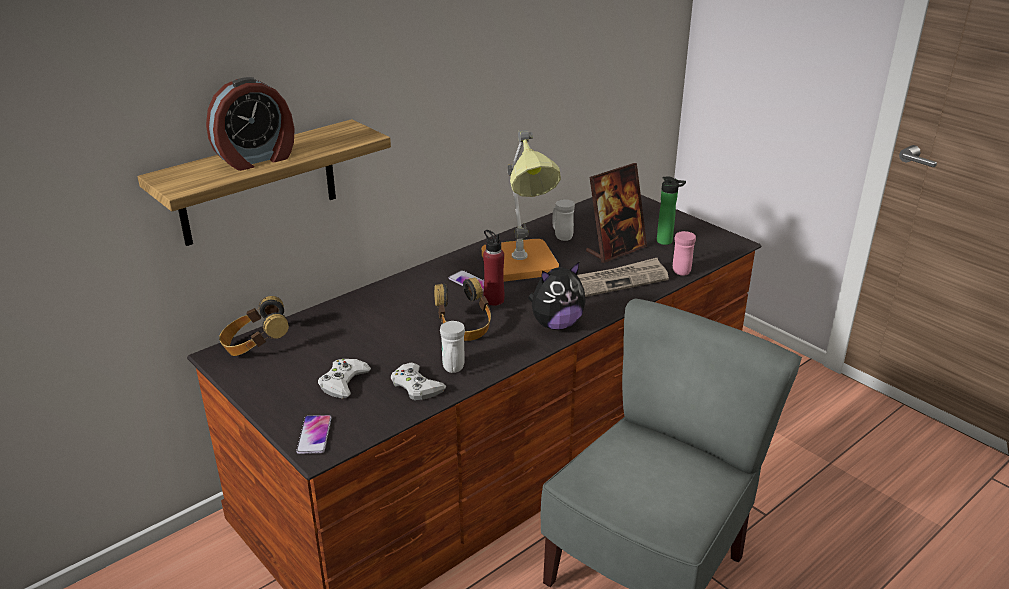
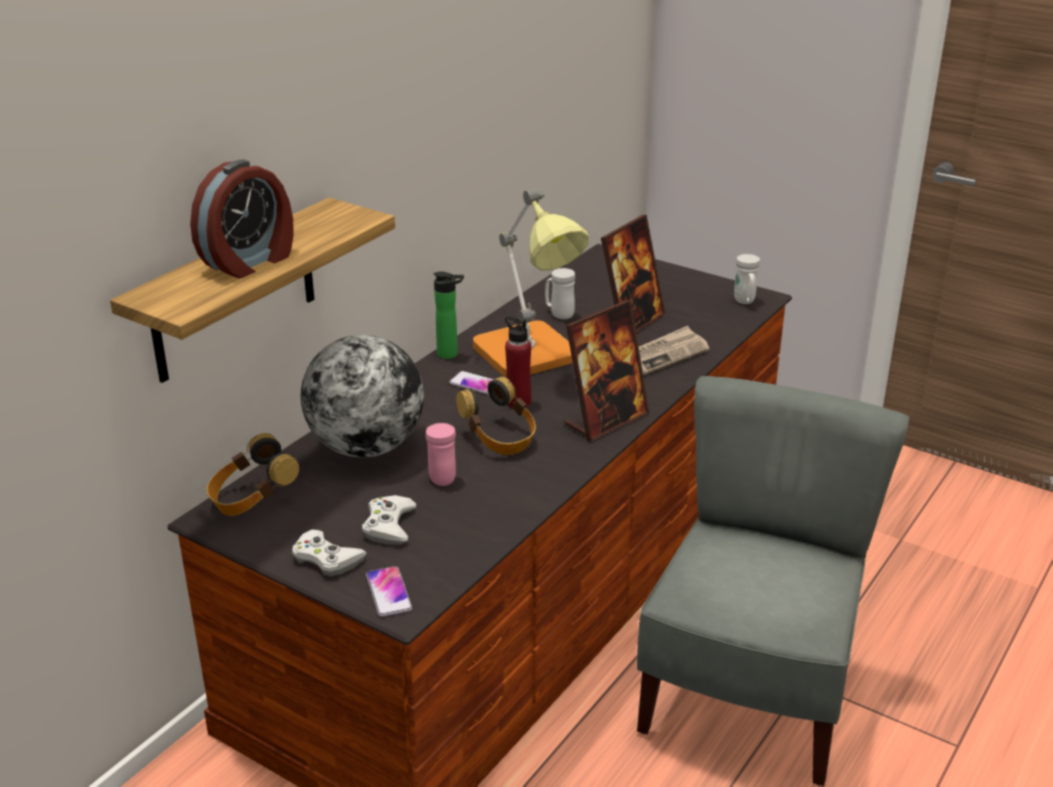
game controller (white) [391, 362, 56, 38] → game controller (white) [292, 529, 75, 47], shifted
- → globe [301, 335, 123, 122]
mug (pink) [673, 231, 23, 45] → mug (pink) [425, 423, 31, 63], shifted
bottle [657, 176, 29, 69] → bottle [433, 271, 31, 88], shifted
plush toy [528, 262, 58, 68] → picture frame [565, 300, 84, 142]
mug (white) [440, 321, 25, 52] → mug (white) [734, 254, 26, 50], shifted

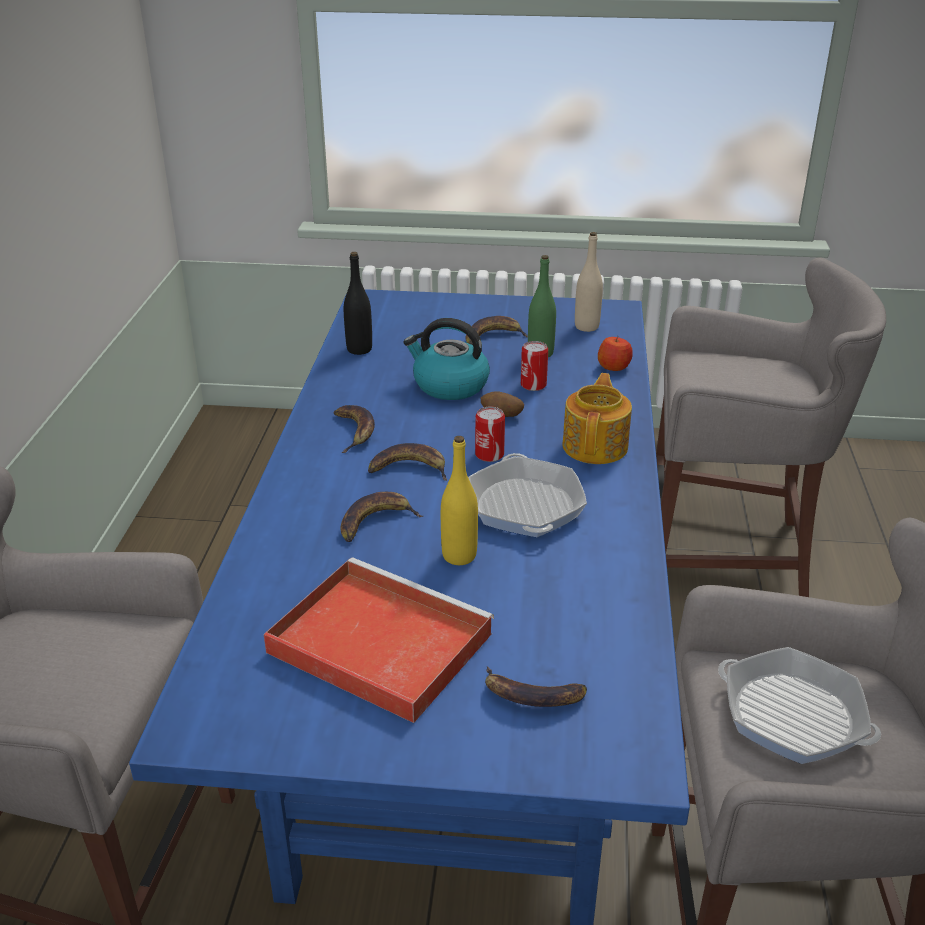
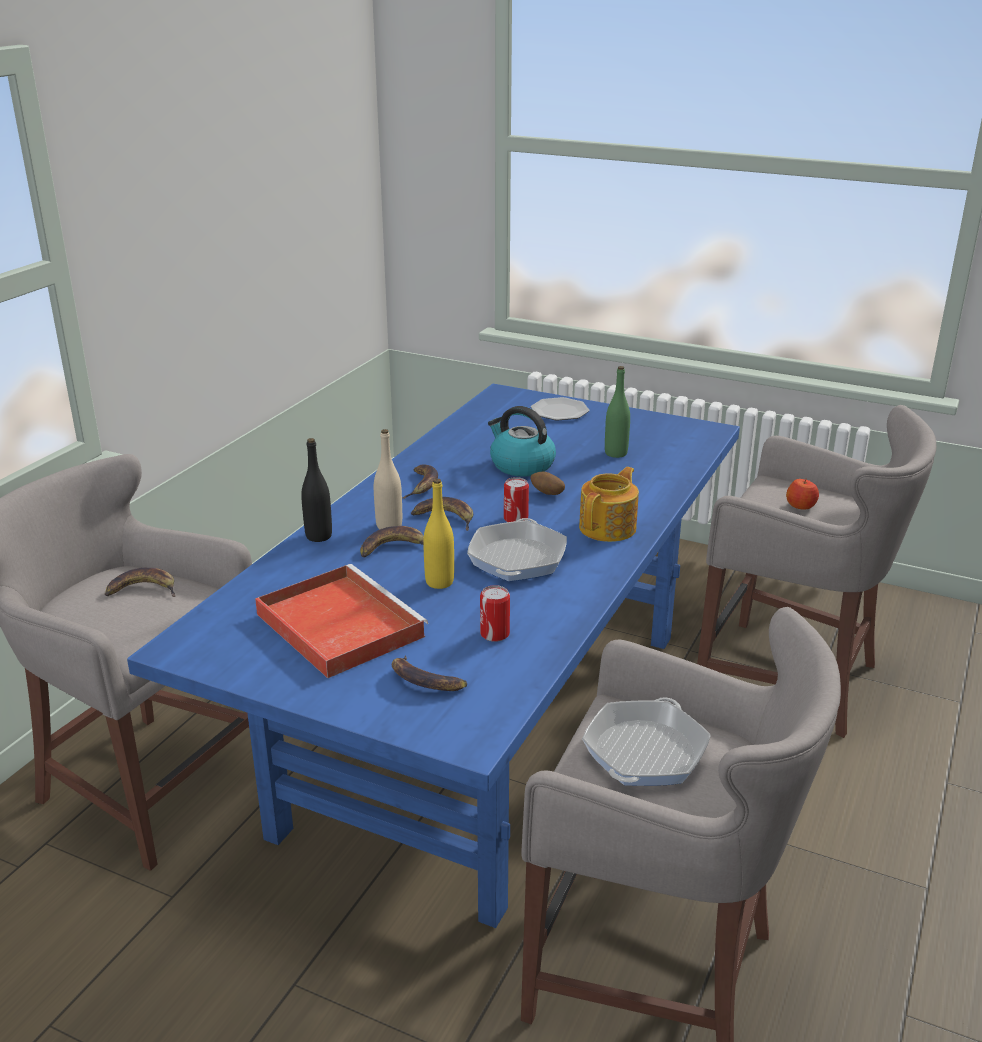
banana [466, 316, 62, 29] → banana [105, 568, 70, 29], shifted
bottle (black) [344, 252, 28, 103] → bottle (black) [301, 438, 31, 104], shifted
bottle (beige) [575, 232, 28, 100] → bottle (beige) [374, 429, 28, 100], shifted
can [521, 341, 27, 50] → can [480, 585, 30, 57], shifted
- → plate [531, 397, 58, 24]
frying pan [718, 647, 163, 117] → frying pan [582, 697, 129, 89], 120 degrees counterclockwise
apple [598, 336, 35, 35] → apple [786, 479, 33, 31], shifted

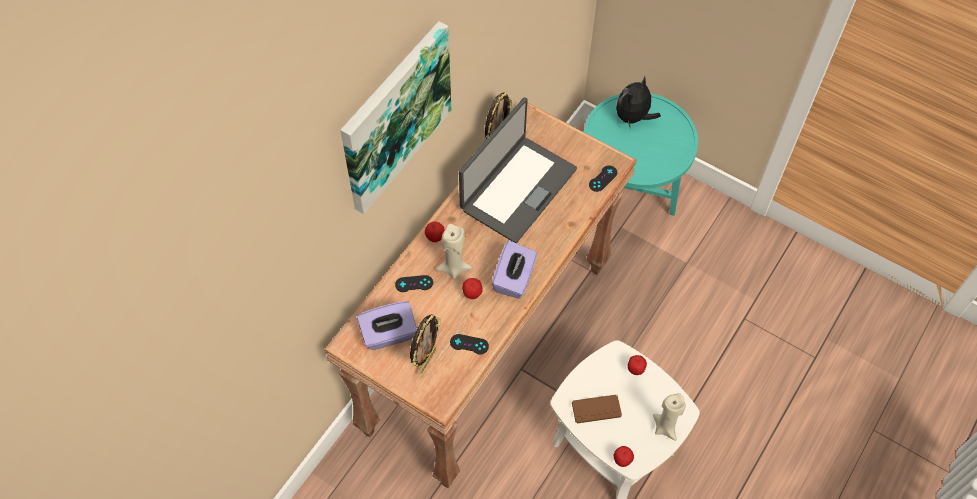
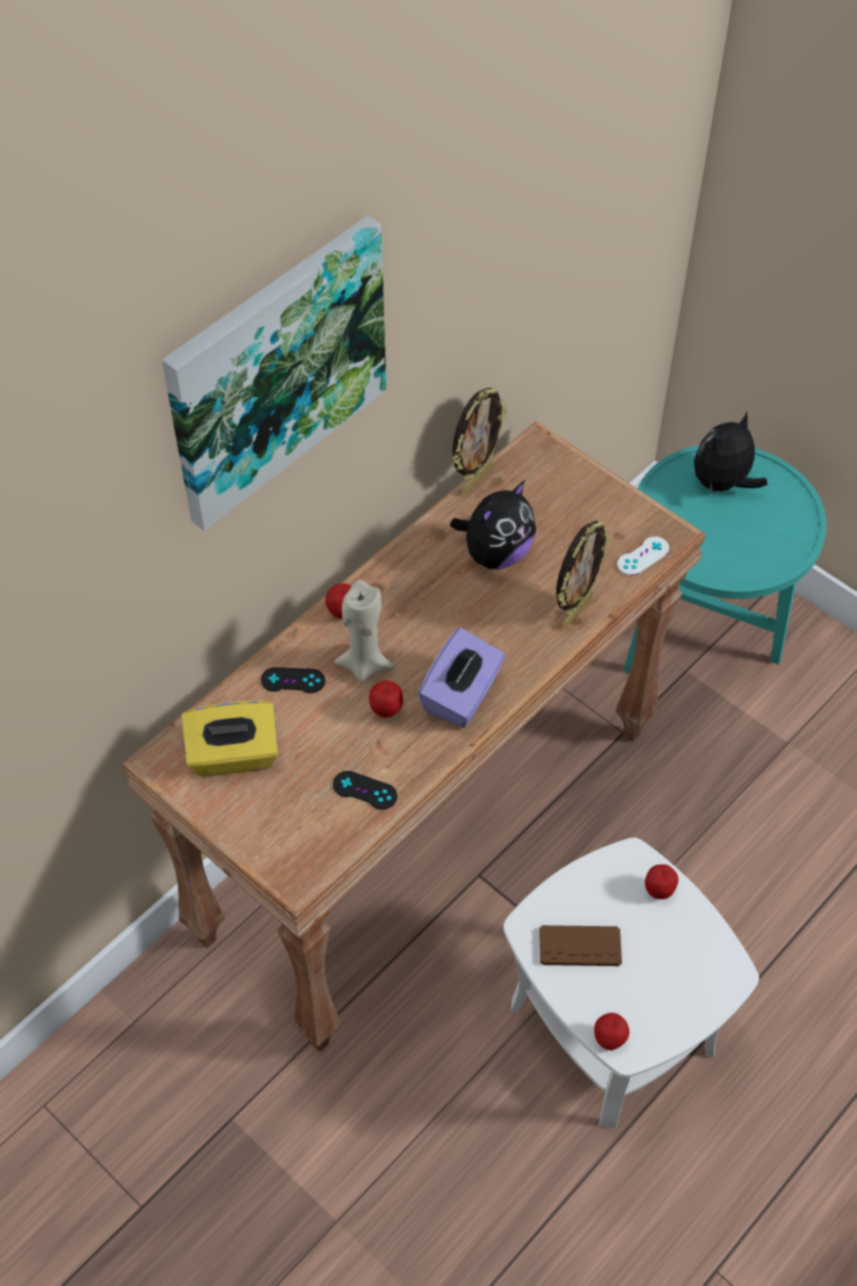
tissue box (purple) [357, 301, 60, 49] → tissue box (yellow) [181, 701, 98, 75]
laptop [459, 97, 118, 146] → plush toy [450, 480, 86, 90]
picture frame [410, 314, 31, 61] → picture frame [556, 520, 54, 108], shifted
game controller (black) [589, 166, 28, 26] → game controller (white) [617, 536, 52, 40]
candle (beige) [653, 393, 33, 48] → -

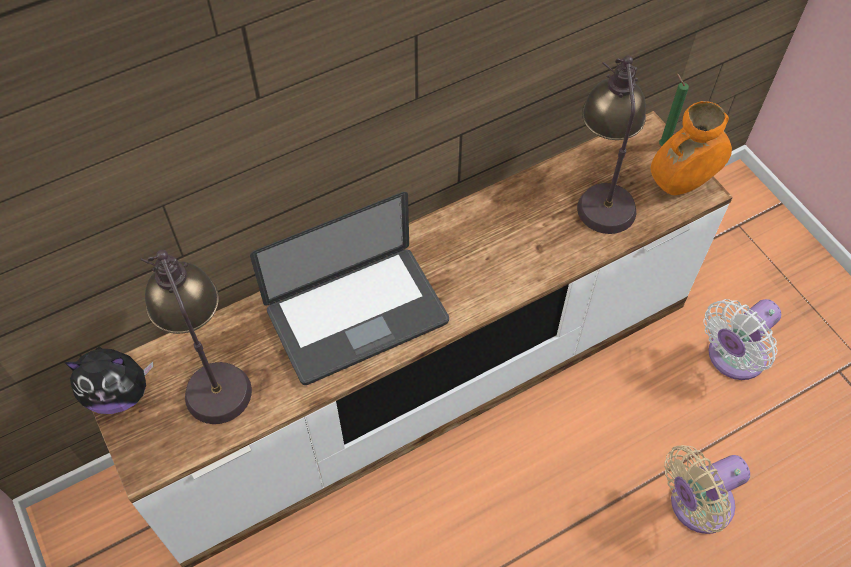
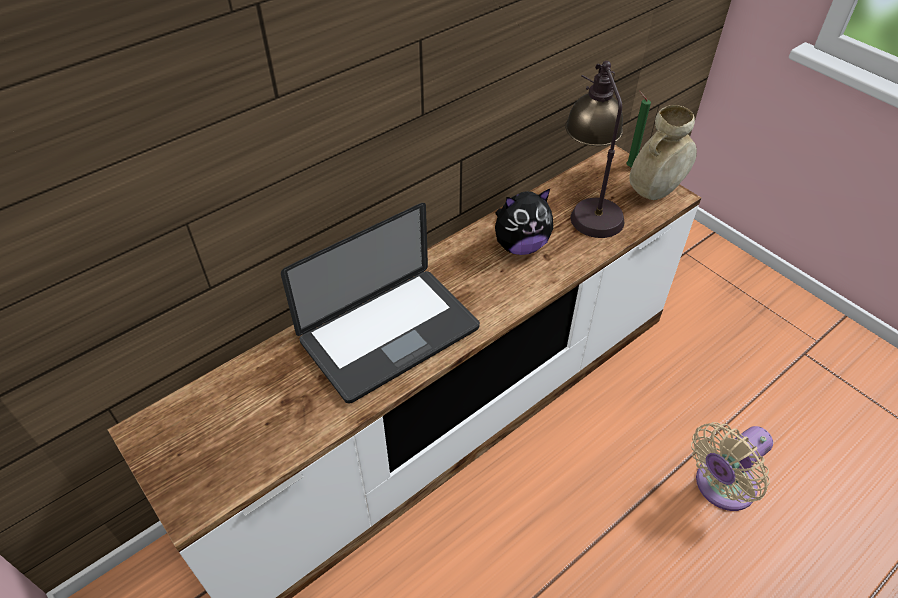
plush toy [65, 346, 88, 68] → plush toy [495, 189, 58, 66], shifted
vase (orange) [651, 101, 81, 94] → vase (beige) [629, 105, 68, 95]
table lamp [141, 250, 111, 174] → -
fan (white) [703, 299, 78, 81] → -

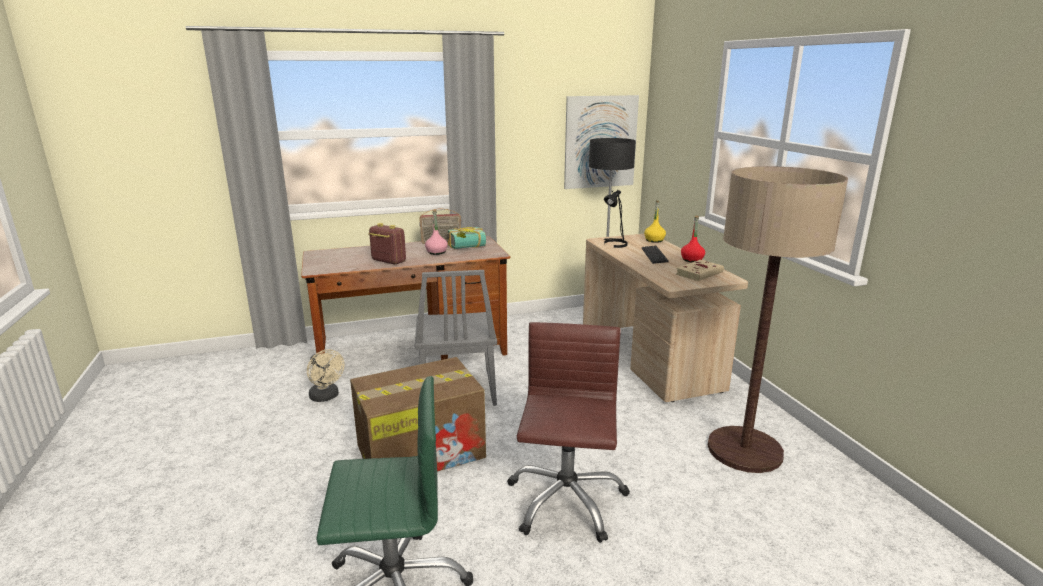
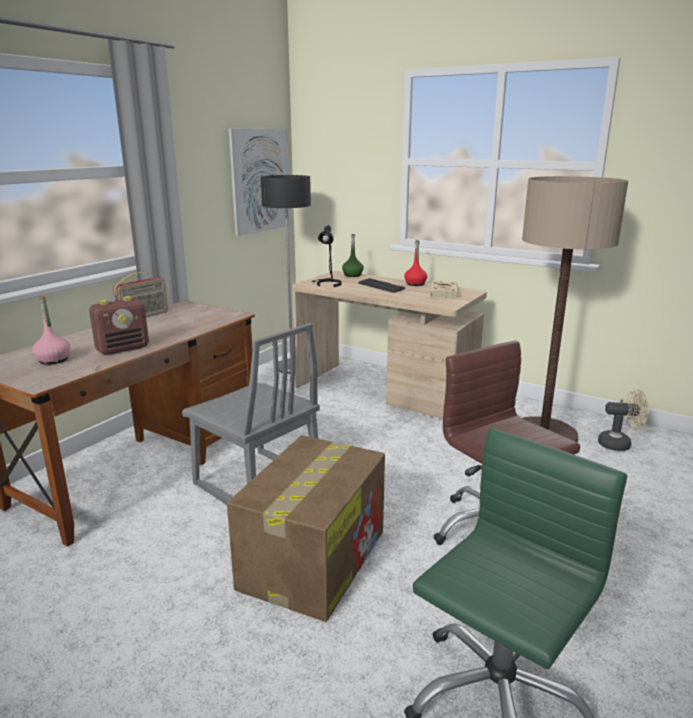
bottle (pink) [425, 210, 23, 45] → bottle (pink) [32, 296, 39, 69], shifted
radio [368, 223, 38, 42] → radio [89, 296, 60, 59], 150 degrees clockwise
bottle (yellow) [644, 200, 22, 43] → bottle (green) [342, 234, 22, 43]
fan (beige) [307, 349, 37, 53] → fan (beige) [598, 389, 51, 62], shifted
book [448, 227, 38, 22] → -

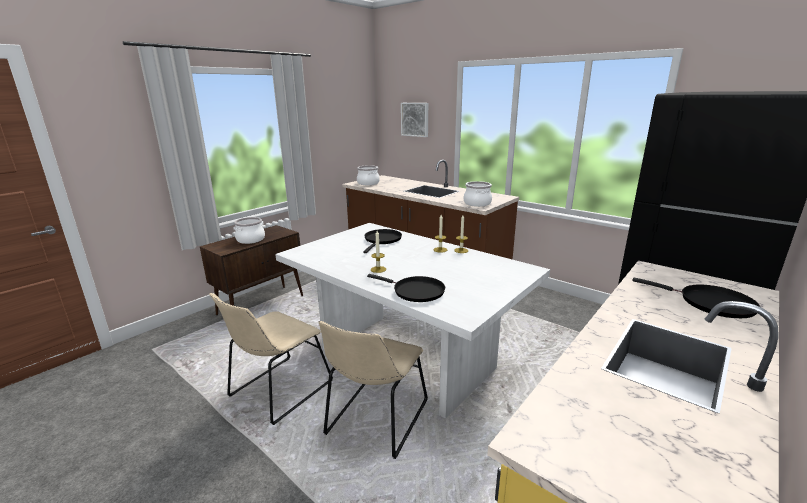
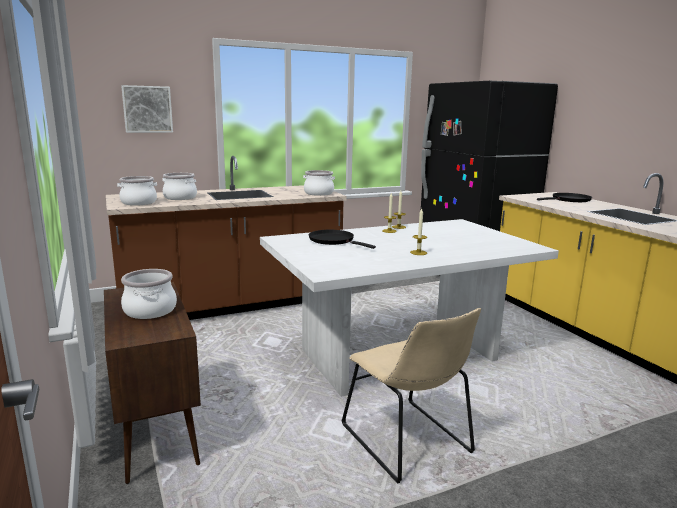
- → cooking pot [163, 173, 34, 27]
chair (beige) [319, 321, 109, 138] → -
frying pan (black) [367, 274, 78, 28] → -

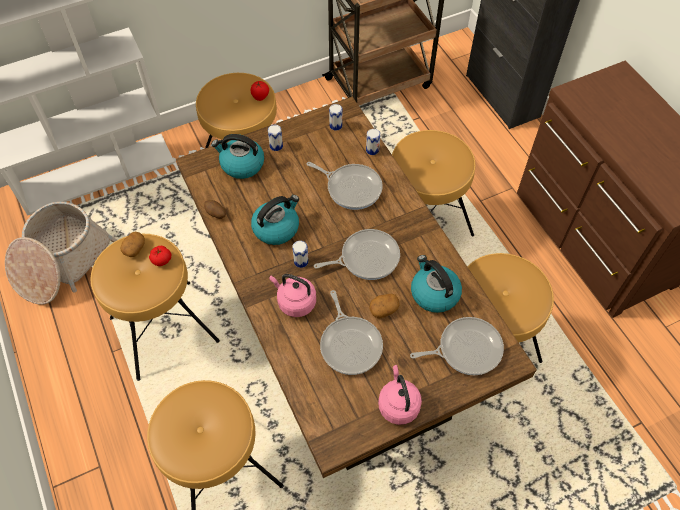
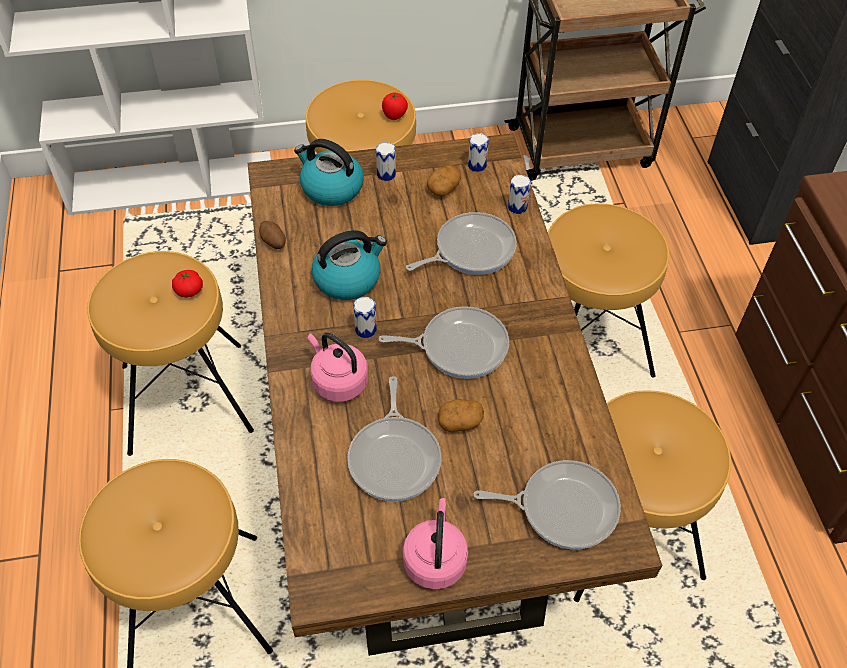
frying pan [307, 162, 76, 48] → frying pan [406, 212, 111, 63], 75 degrees counterclockwise
potato [121, 231, 24, 26] → potato [427, 165, 34, 32], shifted
basket [5, 202, 112, 102] → -
kettle [411, 255, 51, 58] → -

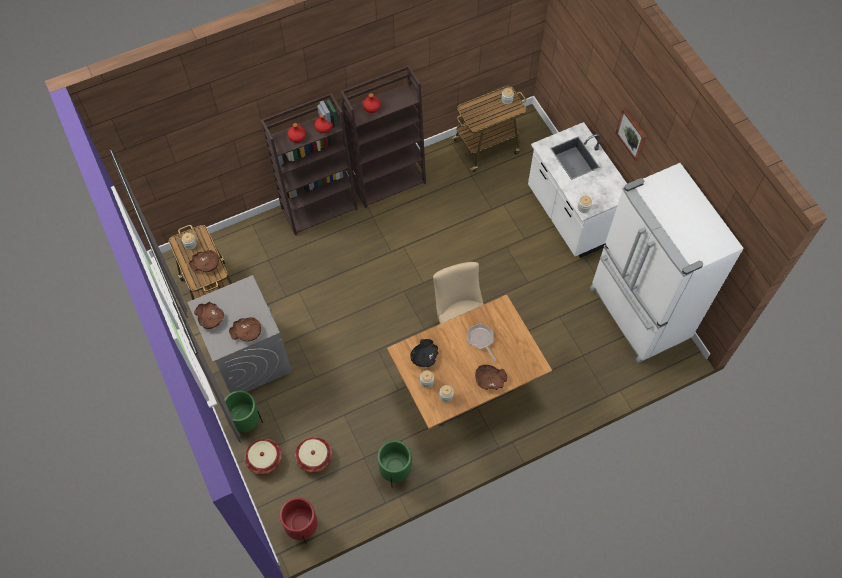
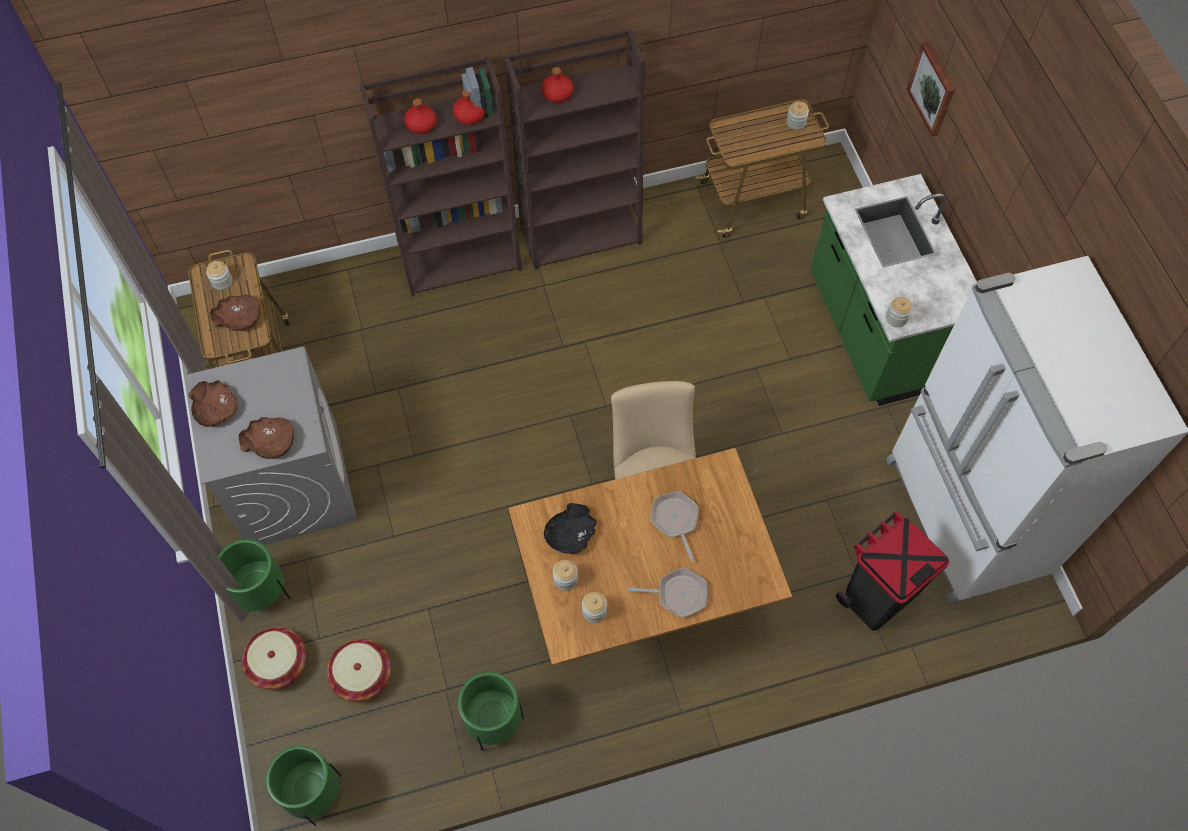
planter (red) [280, 498, 37, 46] → planter (green) [266, 746, 76, 80]
bowl (brown) [475, 365, 32, 25] → frying pan [628, 568, 79, 50]
counter (white) [528, 122, 99, 136] → counter (green) [810, 174, 167, 232]
- → trash can (black) [836, 511, 114, 120]
picture [616, 108, 31, 53] → picture [907, 41, 48, 96], shifted

